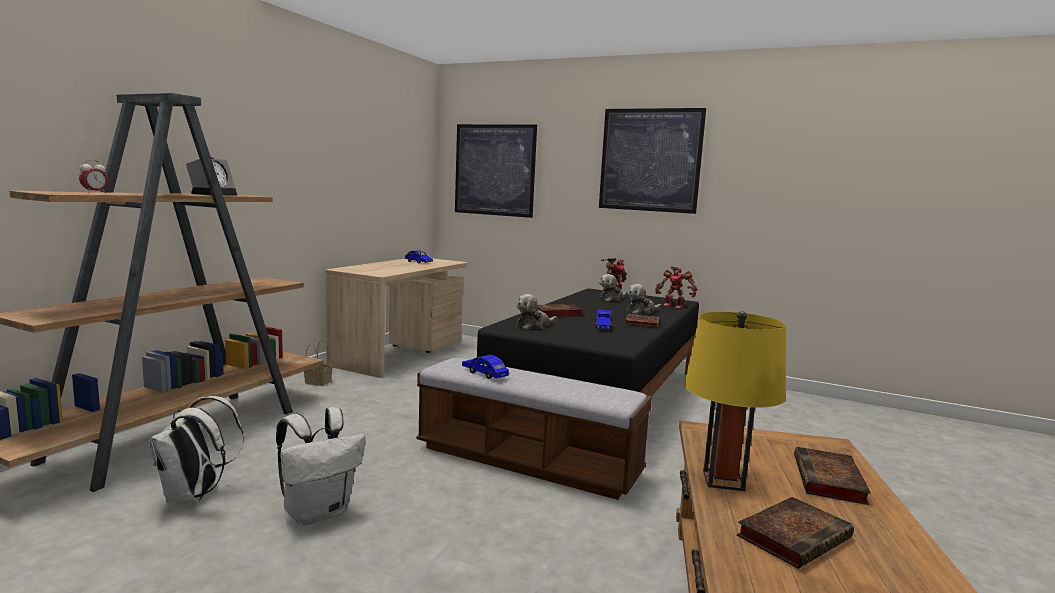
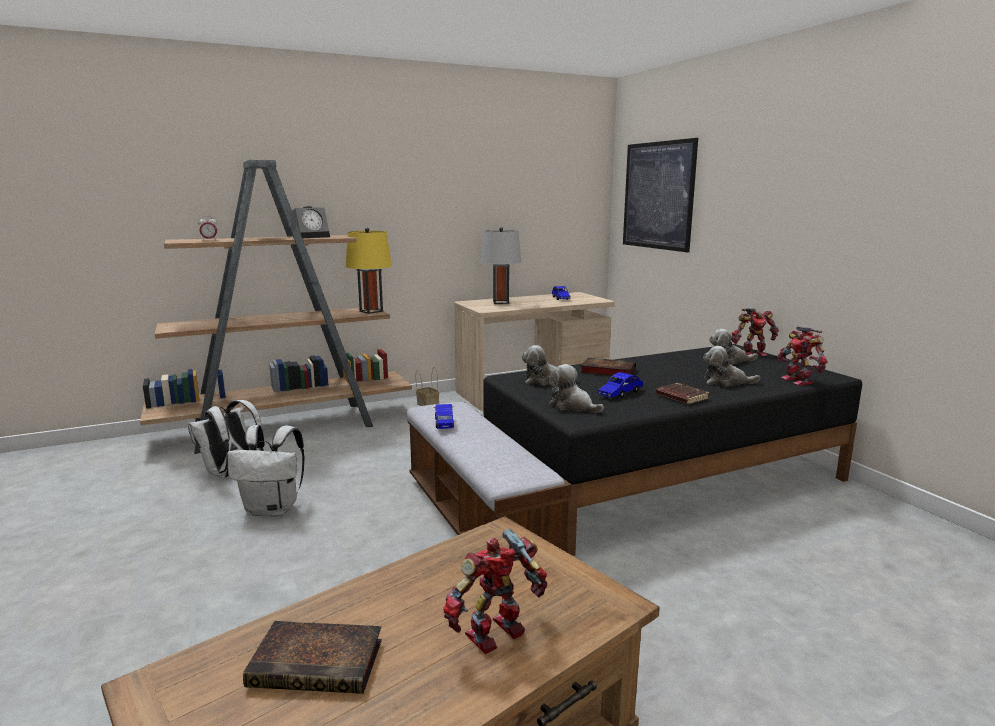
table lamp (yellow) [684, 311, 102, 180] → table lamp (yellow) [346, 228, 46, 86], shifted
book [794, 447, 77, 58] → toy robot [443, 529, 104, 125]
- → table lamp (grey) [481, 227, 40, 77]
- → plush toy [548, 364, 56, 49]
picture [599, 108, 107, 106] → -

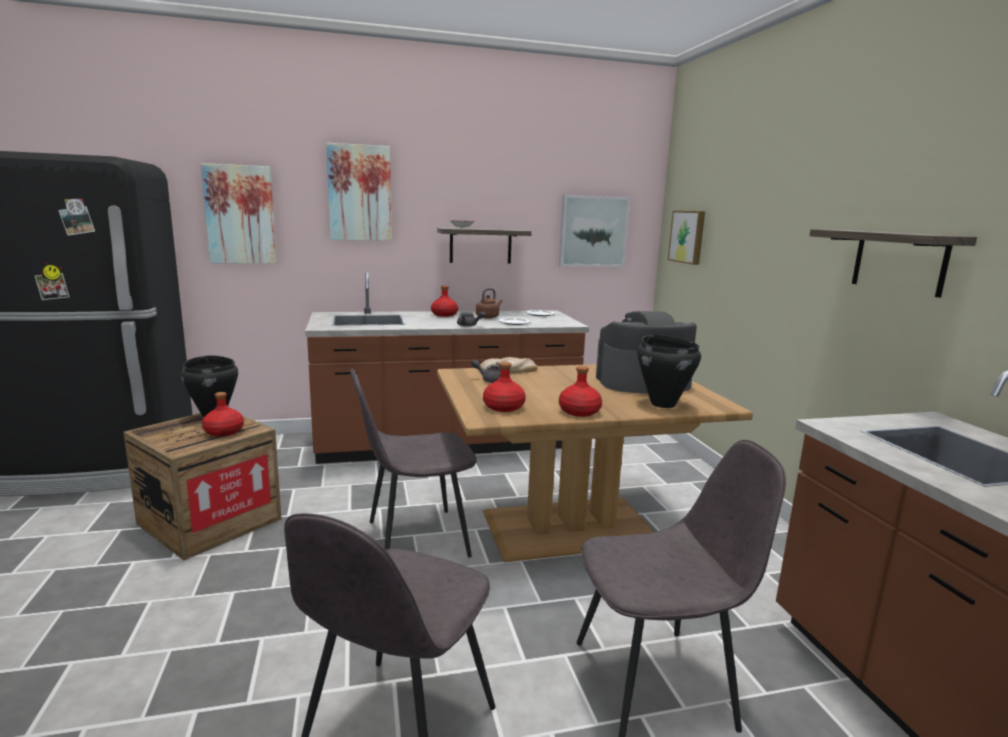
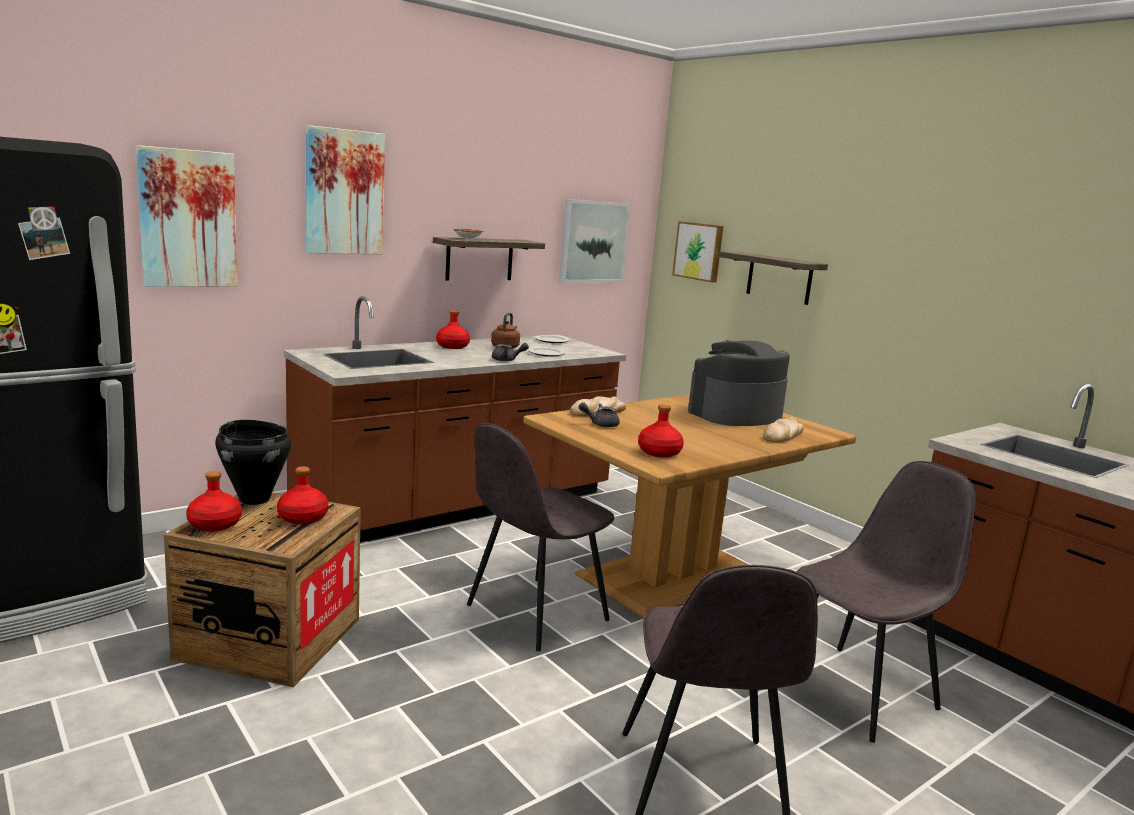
bottle (red) [559, 366, 43, 51] → bottle (red) [186, 471, 56, 60], shifted
shelf [809, 229, 168, 69] → shelf [718, 251, 110, 54], shifted
cooking pot (black) [637, 335, 64, 73] → bread [763, 417, 41, 25]

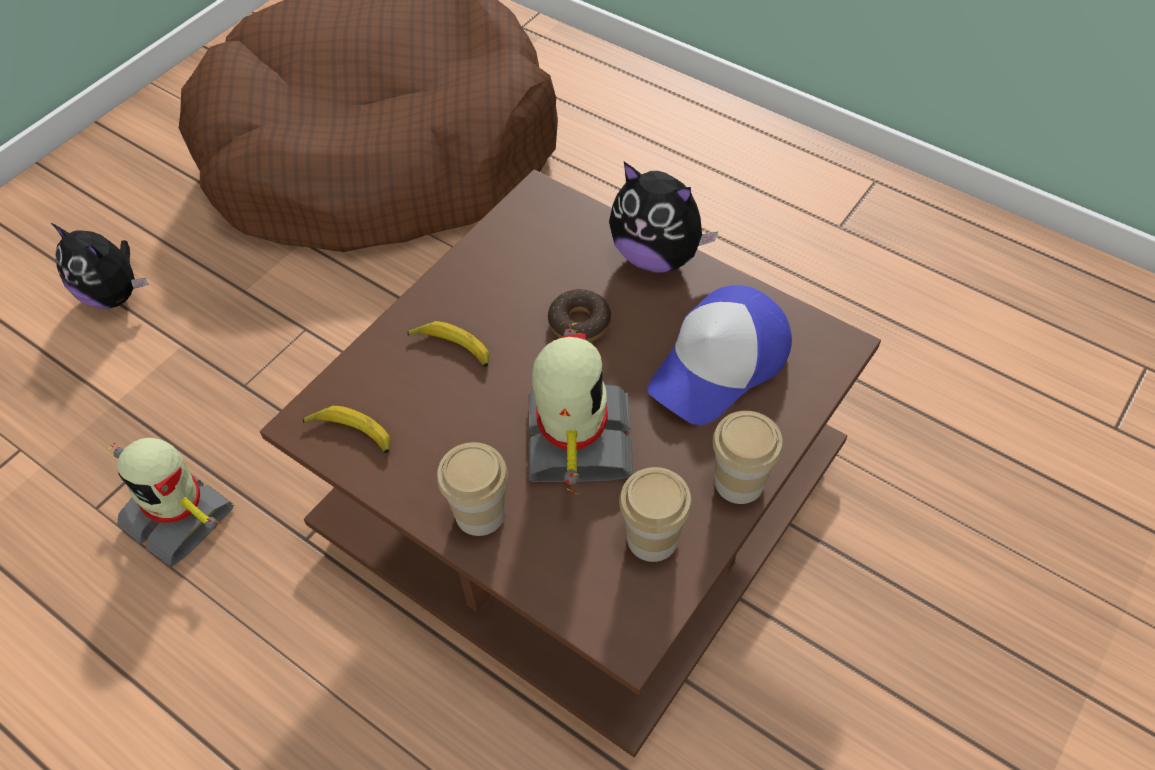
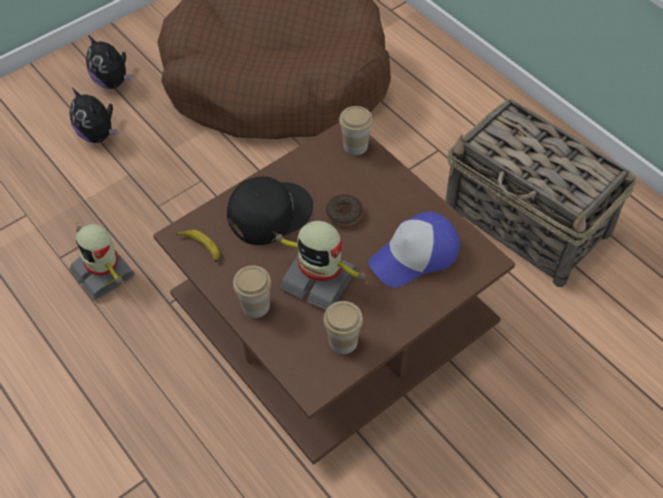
plush toy [609, 162, 109, 110] → plush toy [86, 35, 47, 54], shifted
banana [408, 321, 81, 46] → cap (black) [227, 176, 86, 69]
toy robot [529, 322, 104, 173] → toy robot [272, 221, 99, 90], 105 degrees clockwise
cup [712, 411, 71, 93] → cup [339, 106, 34, 49], shifted
- → basket [445, 99, 191, 188]

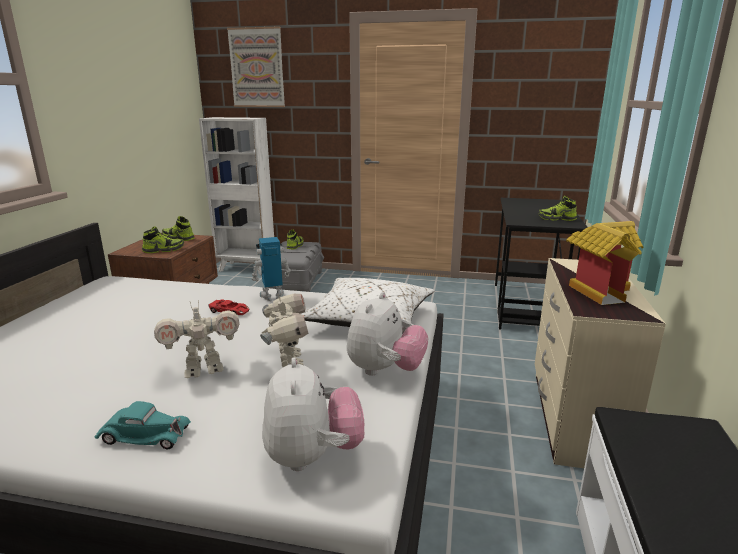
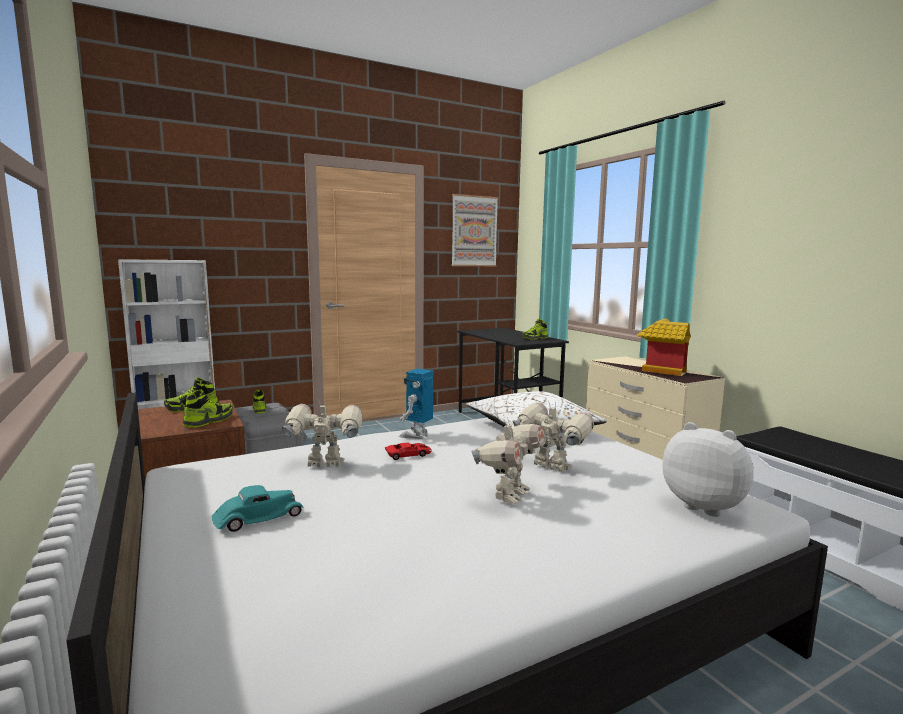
toy car (turquoise) [94, 401, 97, 48] → toy car (turquoise) [212, 485, 91, 47], shifted
- → toy robot [282, 399, 81, 68]
picture [227, 27, 58, 80] → picture [451, 194, 47, 72], shifted
plush toy [347, 292, 82, 84] → -

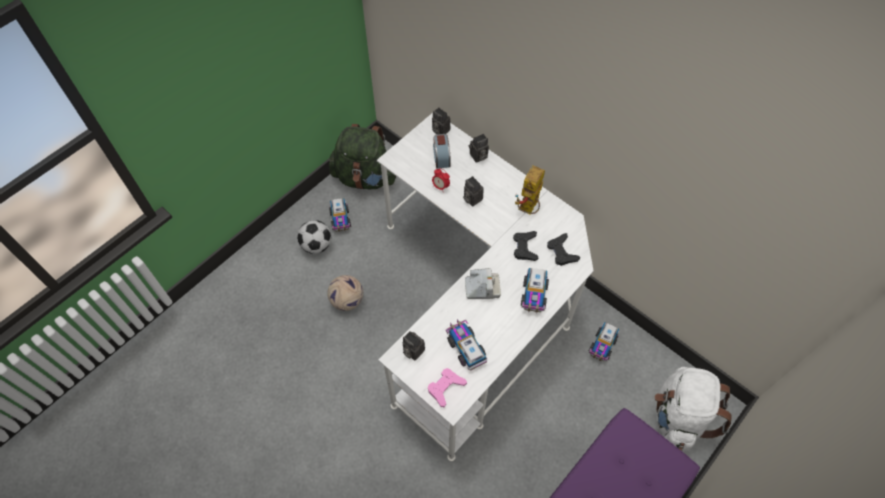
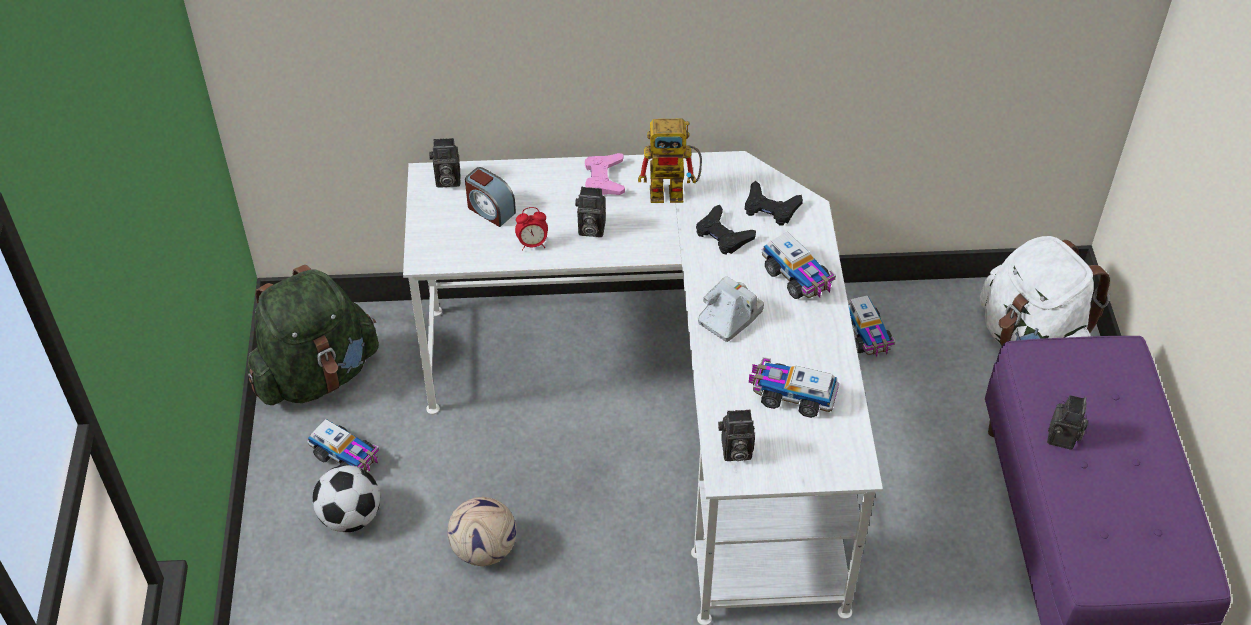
game controller (pink) [428, 368, 39, 39] → game controller (pink) [585, 153, 40, 42], shifted
toy robot [515, 165, 30, 49] → toy robot [638, 119, 64, 84], 75 degrees counterclockwise
photo camera [469, 134, 20, 29] → photo camera [1047, 395, 41, 55], shifted

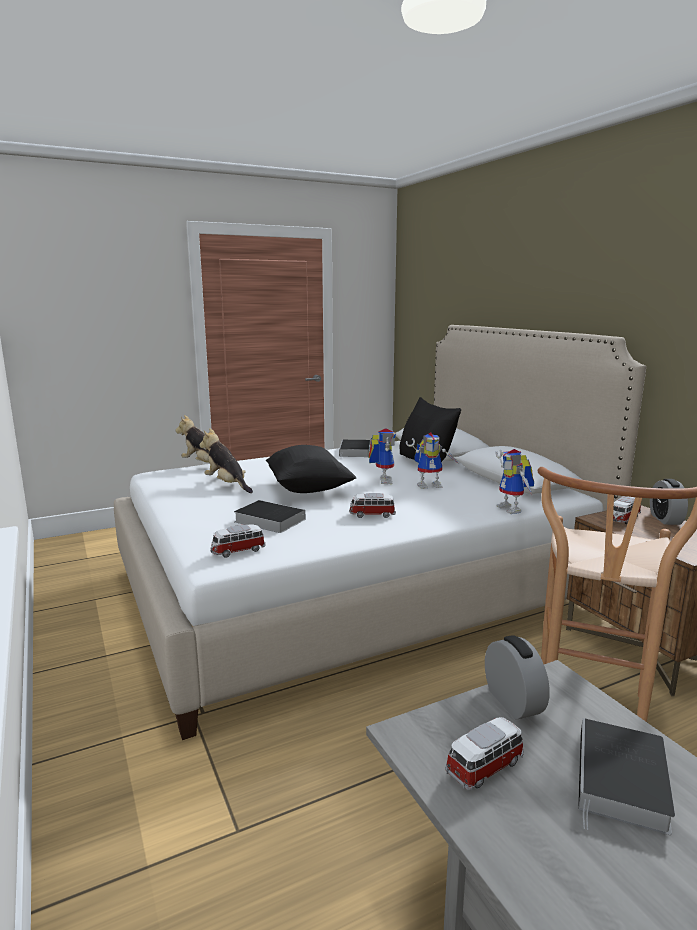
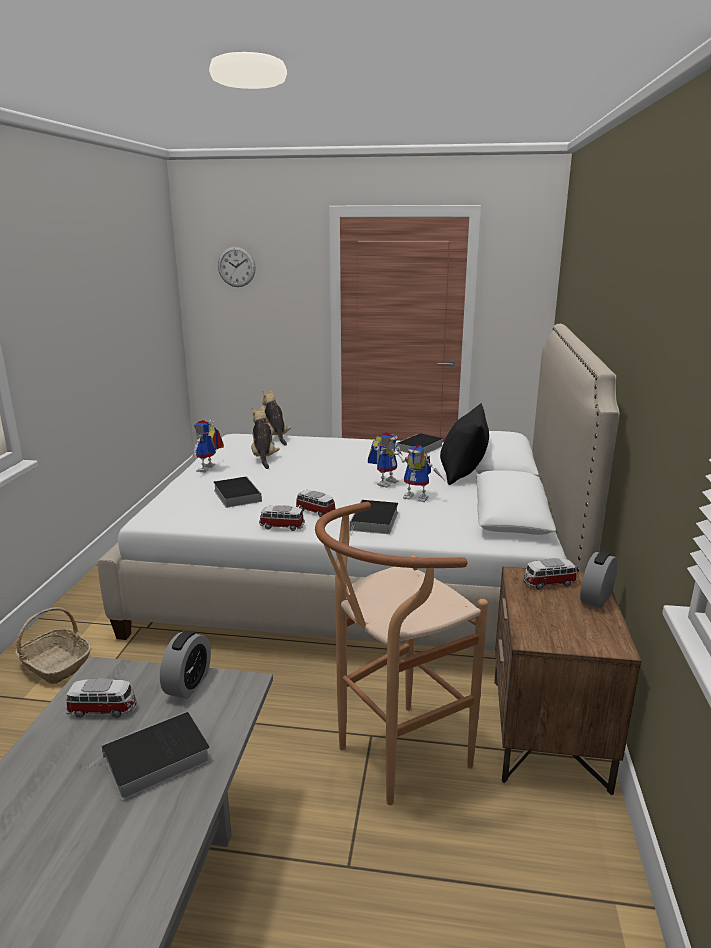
- → basket [15, 607, 77, 77]
toy robot [495, 449, 39, 65] → toy robot [192, 420, 32, 52], shifted
- → wall clock [218, 246, 38, 41]
toy car [211, 524, 54, 34] → toy car [259, 505, 46, 26], shifted
- → book [350, 500, 48, 36]
pillow (black) [266, 445, 91, 48] → -

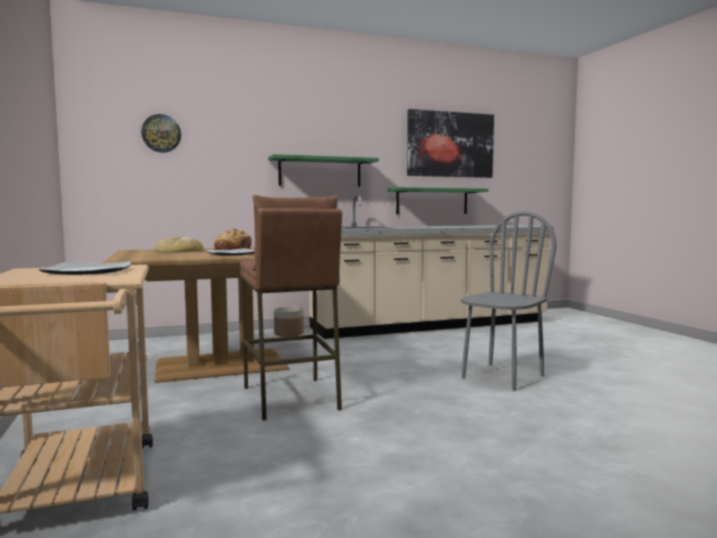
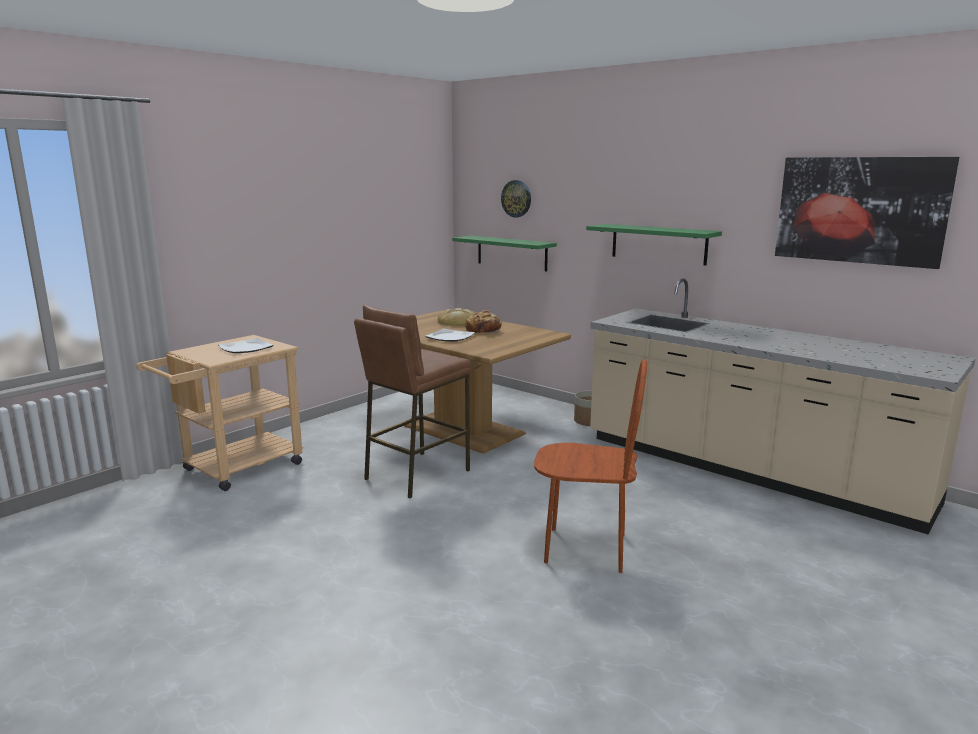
shelf (green) [388, 187, 101, 27] → shelf (green) [452, 235, 105, 37], shifted
chair (grey) [461, 211, 95, 180] → chair (brown) [534, 359, 113, 214]

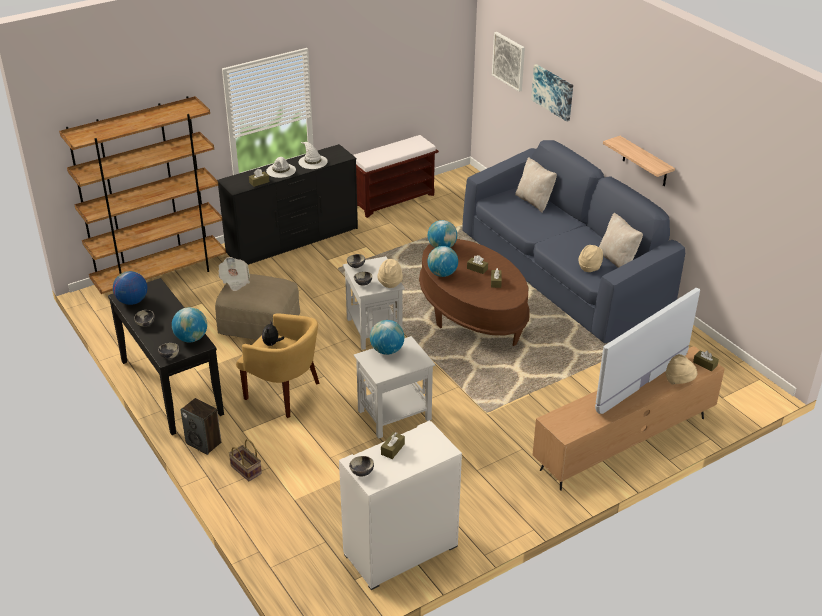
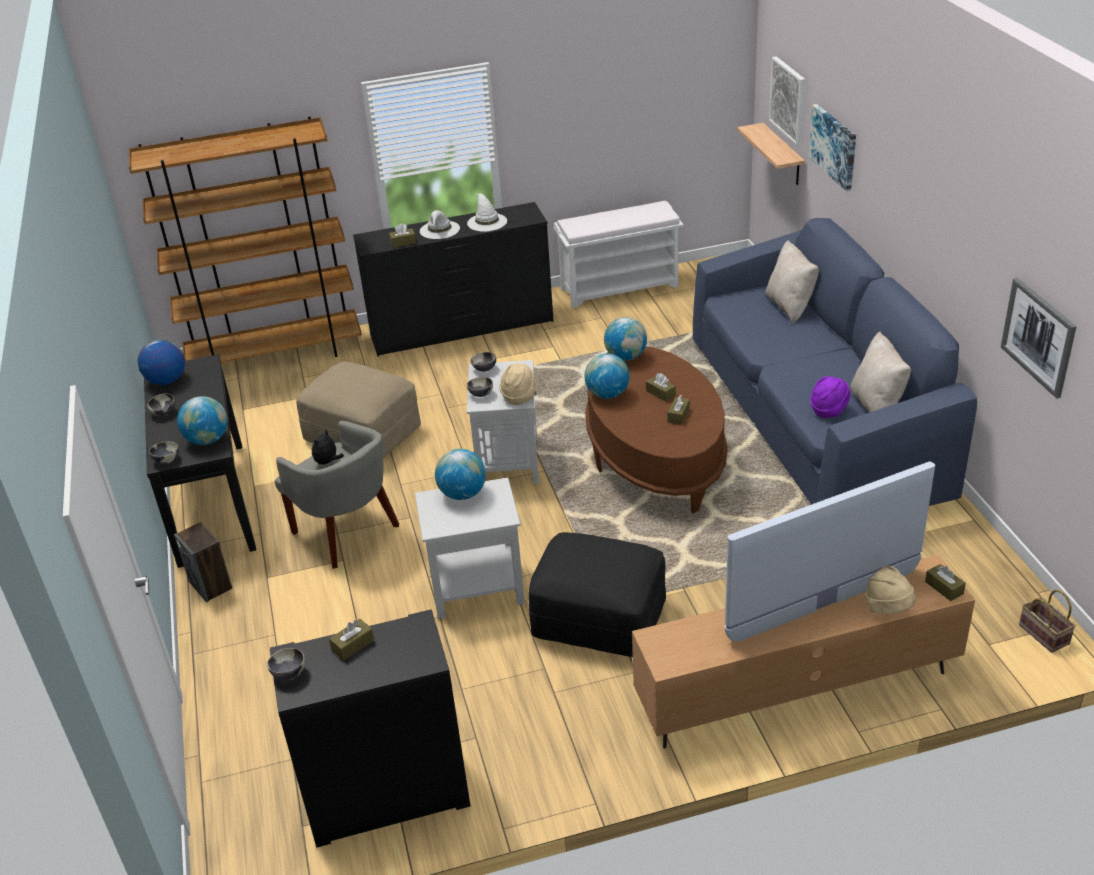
cabinet (white) [339, 420, 123, 170] → cabinet (black) [270, 609, 200, 239]
armchair (yellow) [236, 313, 84, 105] → armchair (grey) [275, 421, 124, 148]
- → ottoman (black) [528, 532, 138, 125]
bench (brown) [353, 135, 86, 83] → bench (white) [554, 201, 130, 107]
shelf [603, 136, 72, 50] → shelf [737, 123, 68, 62], shifted
hat (beige) [579, 245, 24, 27] → hat (purple) [810, 376, 40, 42]
- → picture [1001, 278, 76, 121]
basket [229, 439, 33, 42] → basket [1019, 590, 57, 63], shifted
newspaper [218, 257, 32, 34] → -

